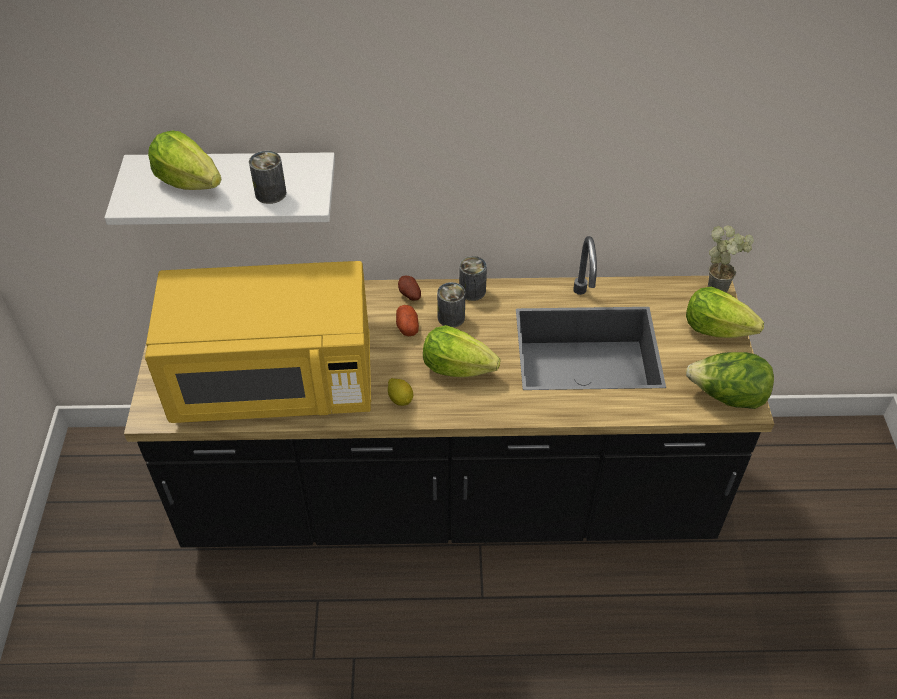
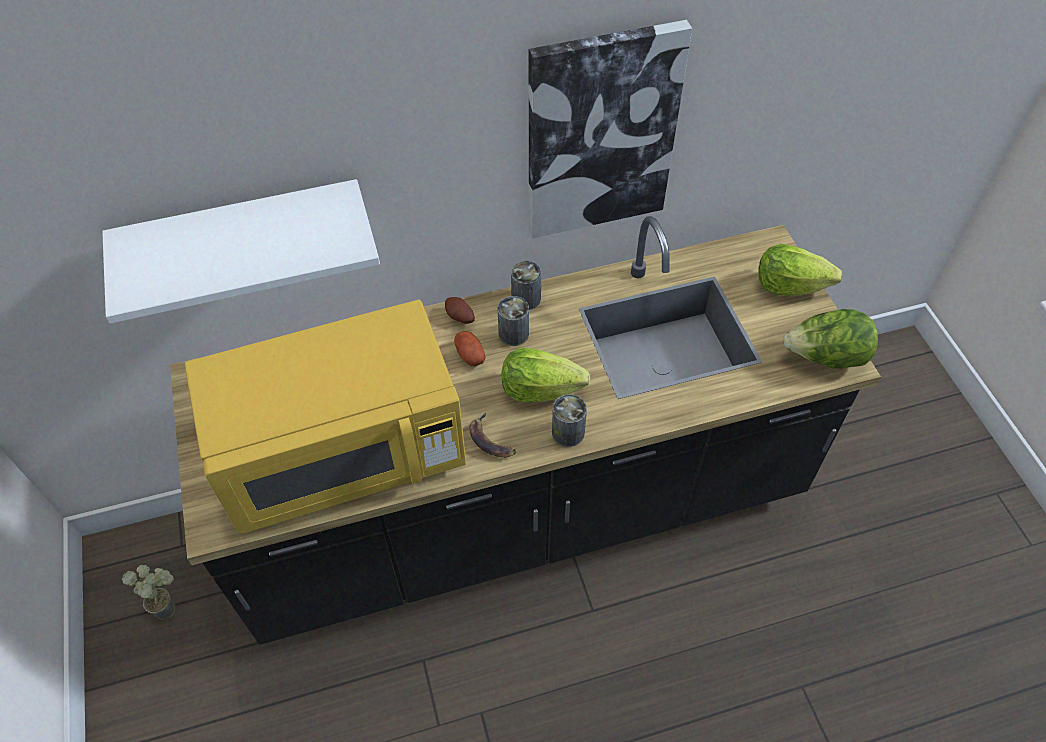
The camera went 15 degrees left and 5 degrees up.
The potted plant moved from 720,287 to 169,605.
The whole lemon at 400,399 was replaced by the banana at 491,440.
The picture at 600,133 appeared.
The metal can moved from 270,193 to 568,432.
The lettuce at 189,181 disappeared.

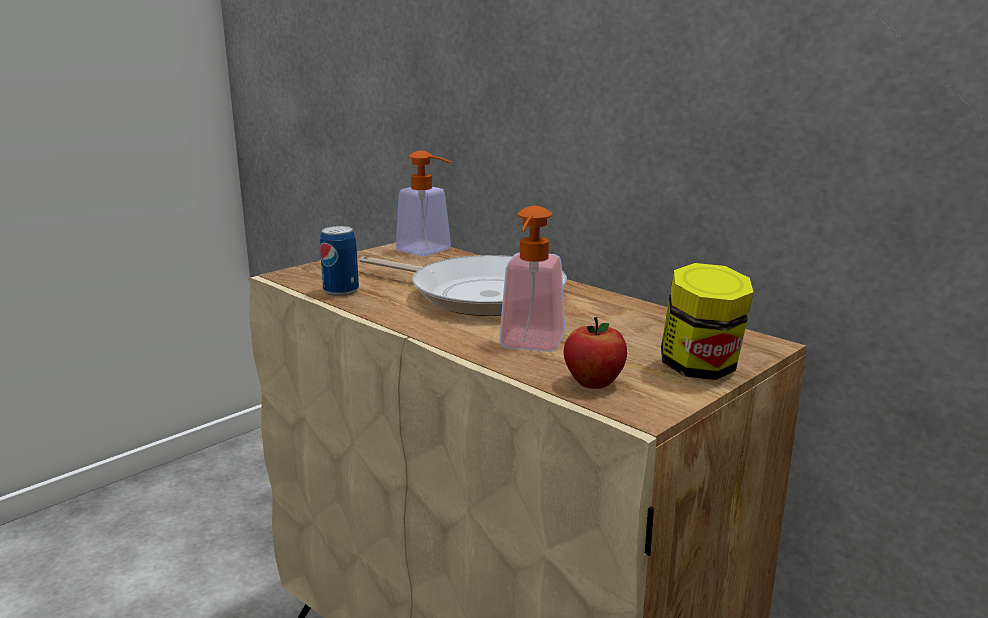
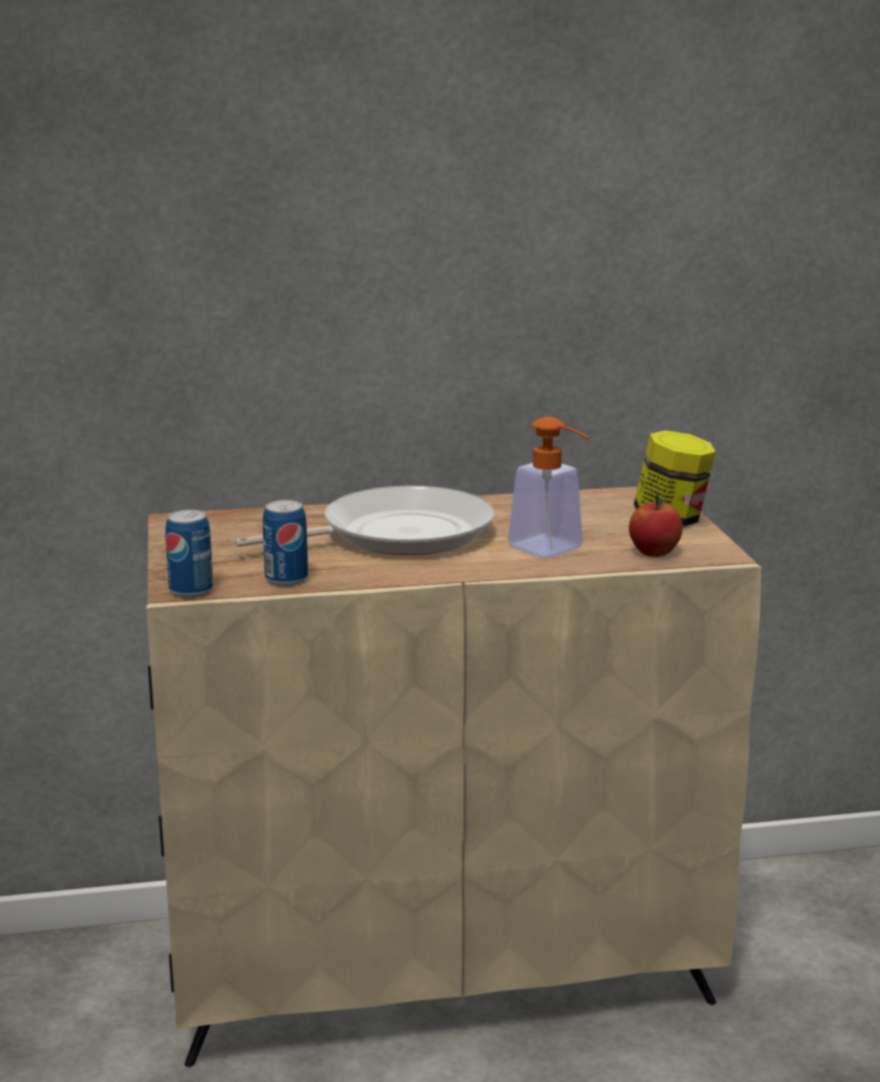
The camera went 55 degrees left and 0 degrees up.
The metal can at 191,590 appeared.
The liquid soap bottle at 430,252 disappeared.

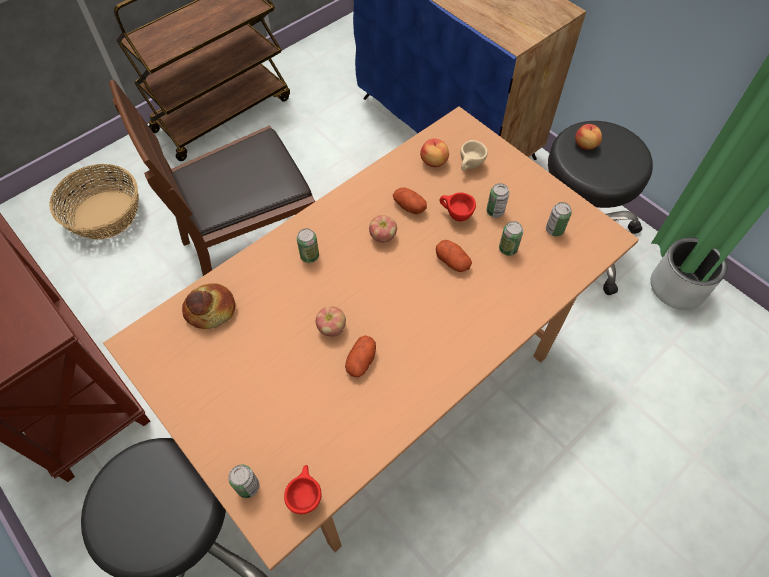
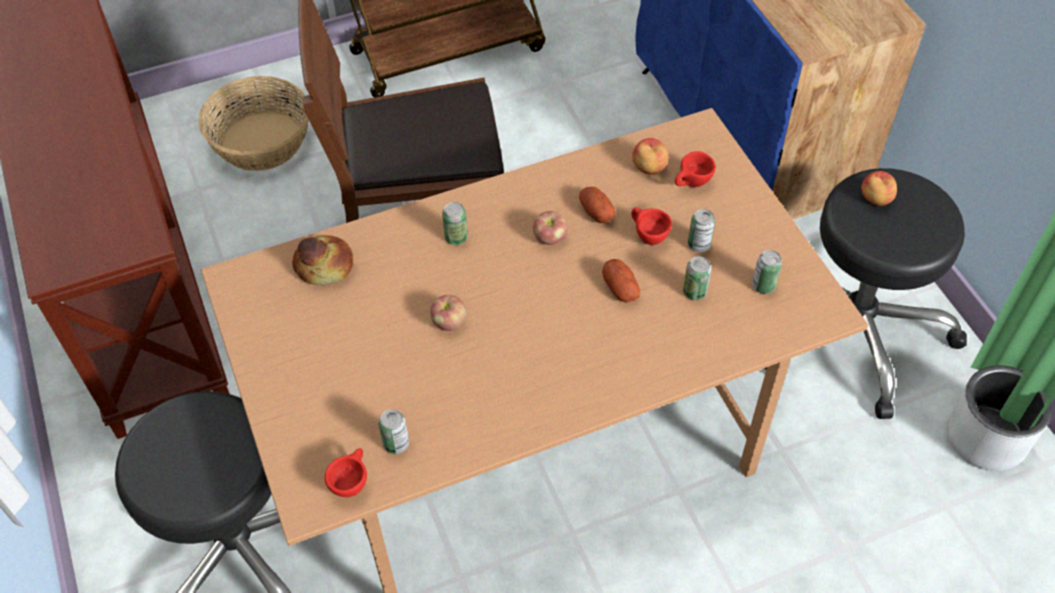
The camera went 20 degrees right and 5 degrees down.
The metal can moved from 248,486 to 396,444.
The cup (sand-coloured) at 469,167 became the cup (red) at 691,185.
The potato at 361,361 disappeared.

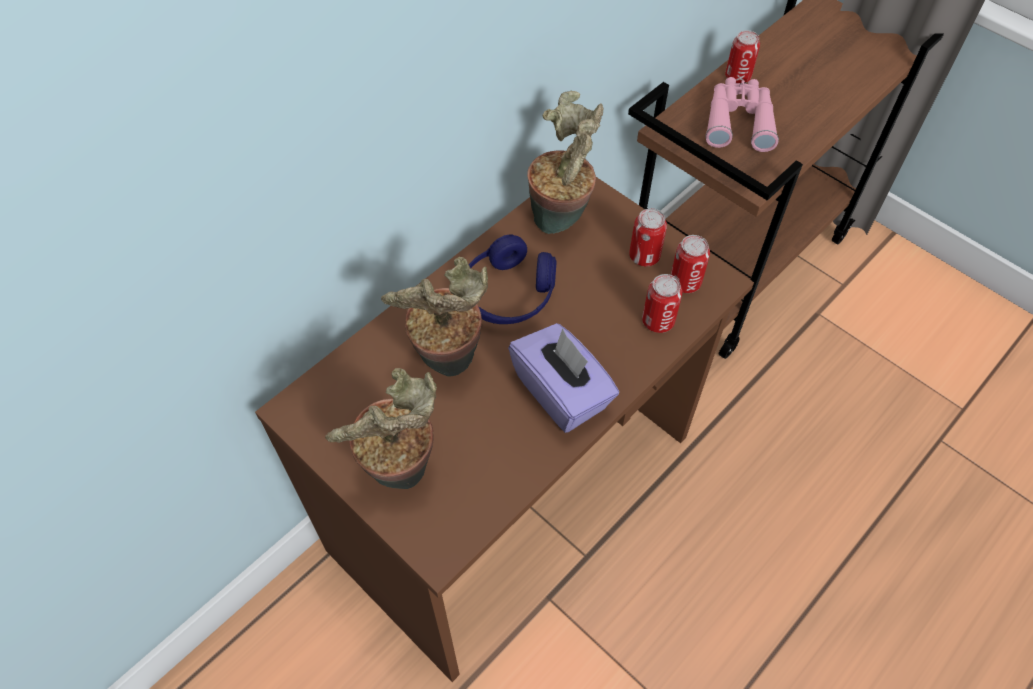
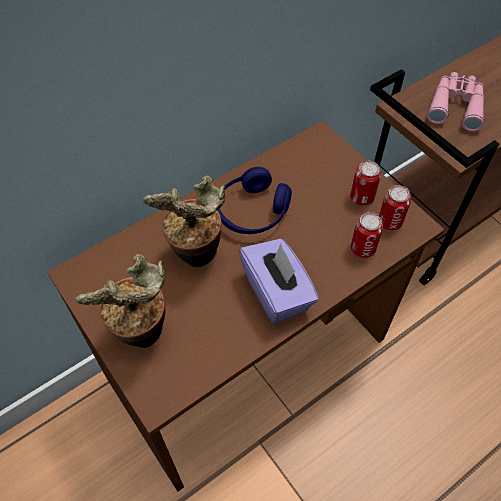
The camera went 10 degrees right and 0 degrees up.
The potted plant at 562,220 disappeared.
The metal can at 737,77 disappeared.

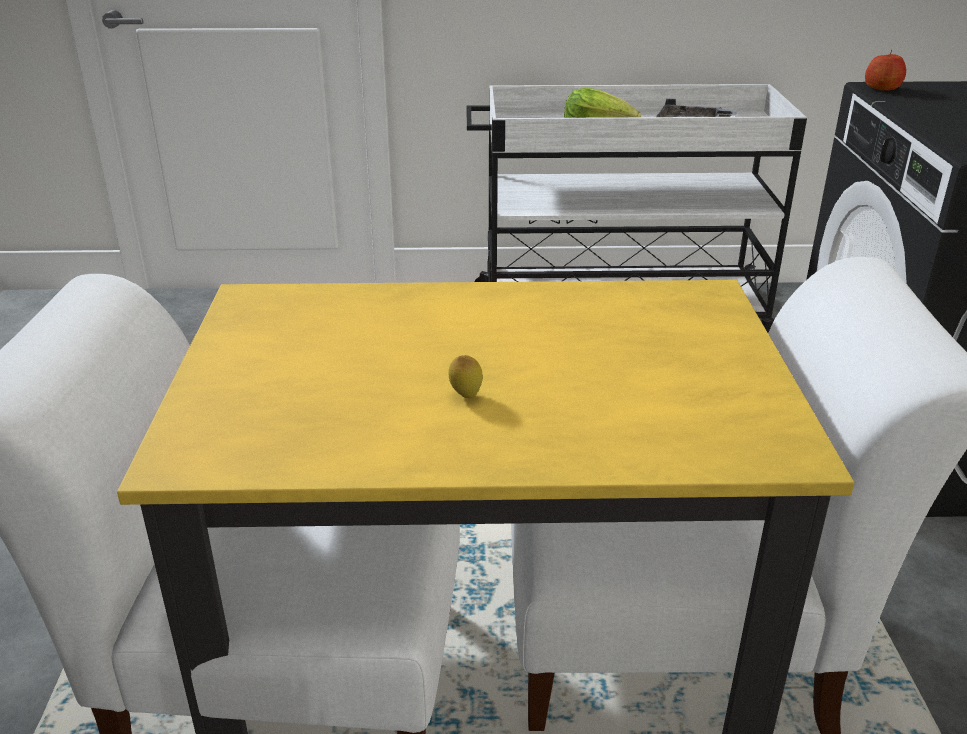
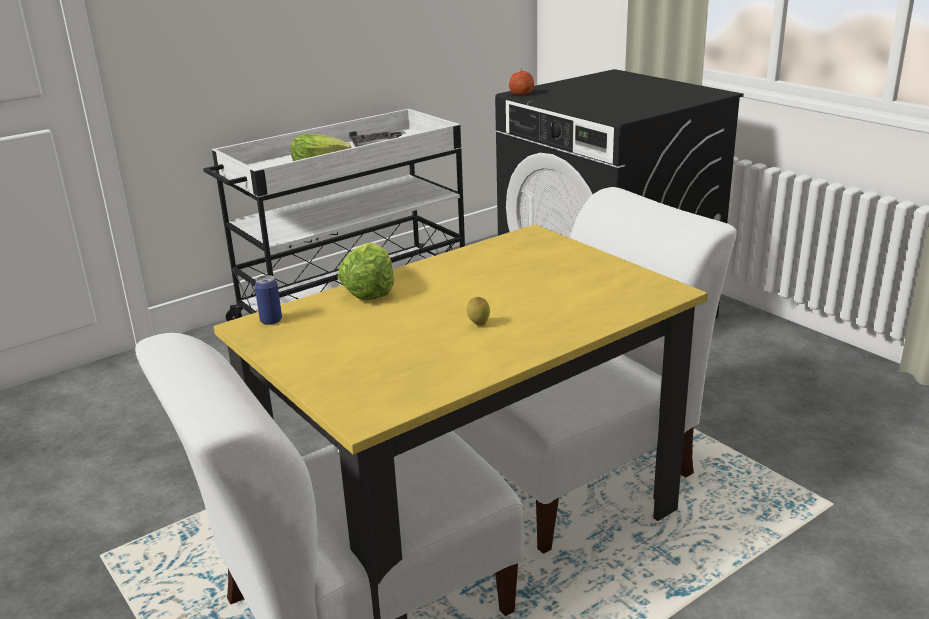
The camera went 35 degrees left and 5 degrees down.
The metal can at 271,320 appeared.
The lettuce at 369,290 appeared.

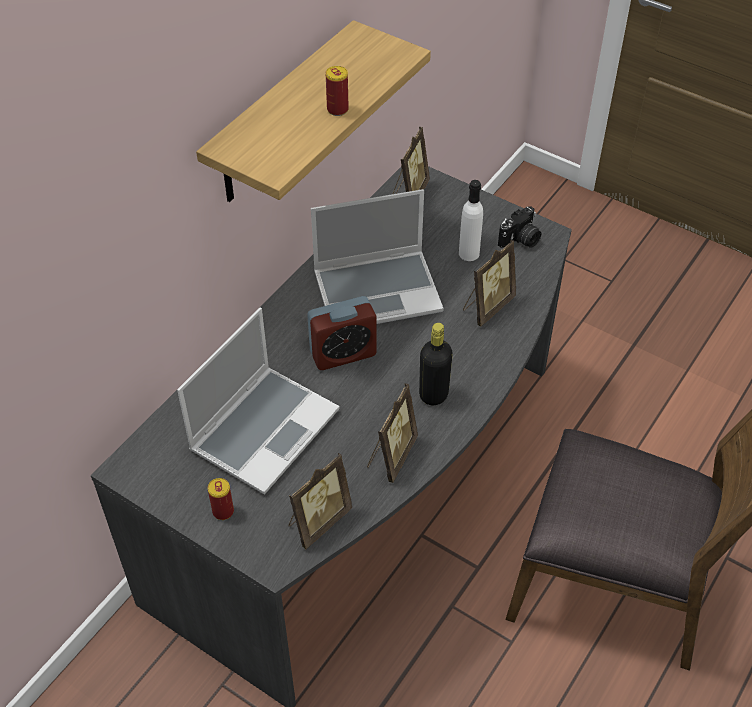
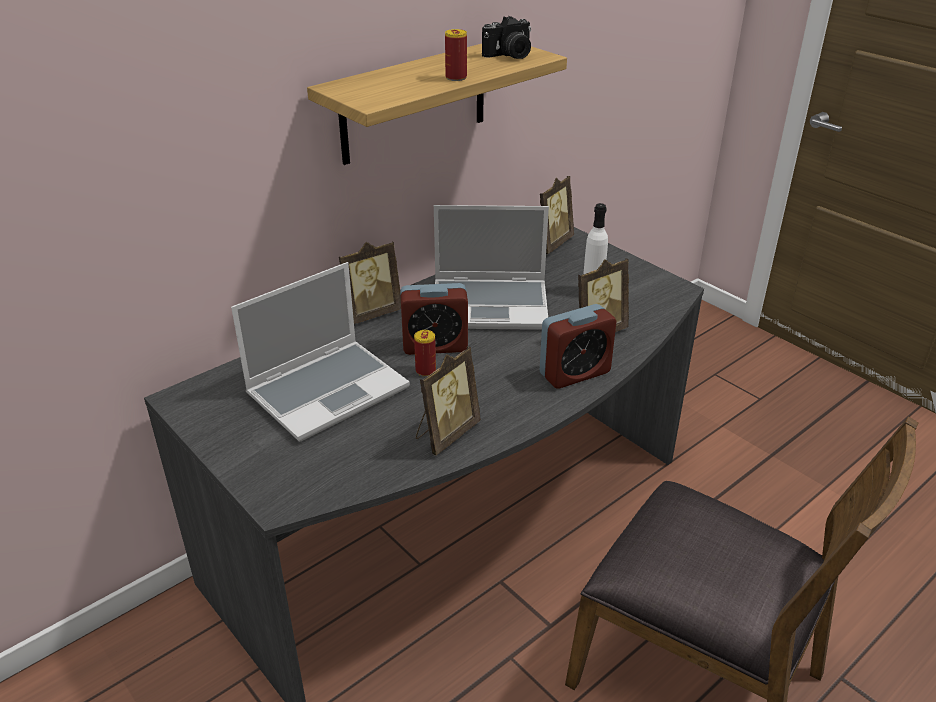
The camera went 15 degrees right and 15 degrees down.
The picture frame moved from 318,521 to 370,313.
The metal can moved from 223,511 to 425,370.
The still camera moved from 520,240 to 509,55.
The bedside clock at 574,373 appeared.
The beverage bottle (black-coloured) at 433,394 disappeared.

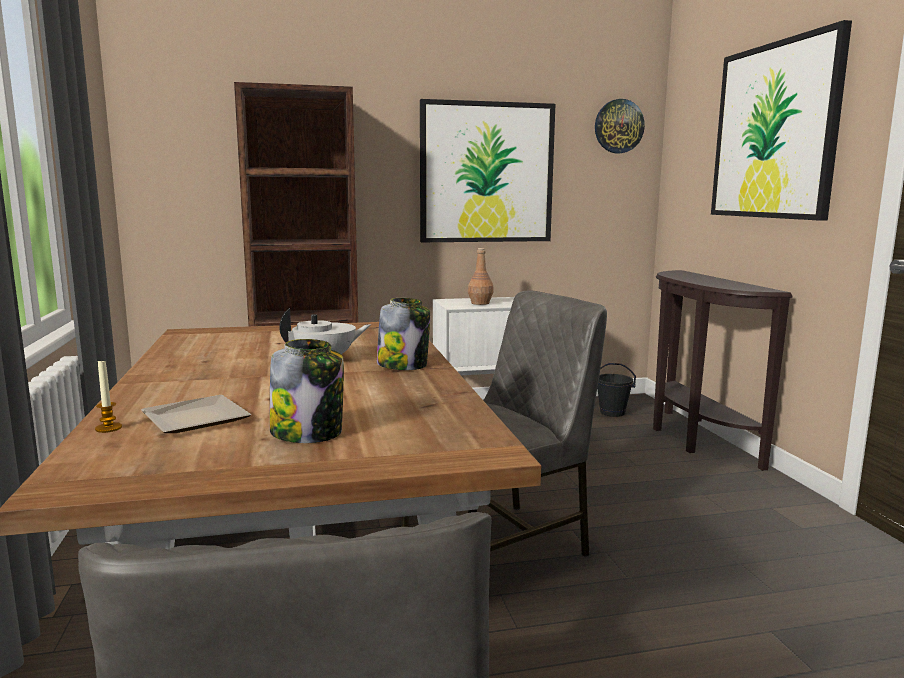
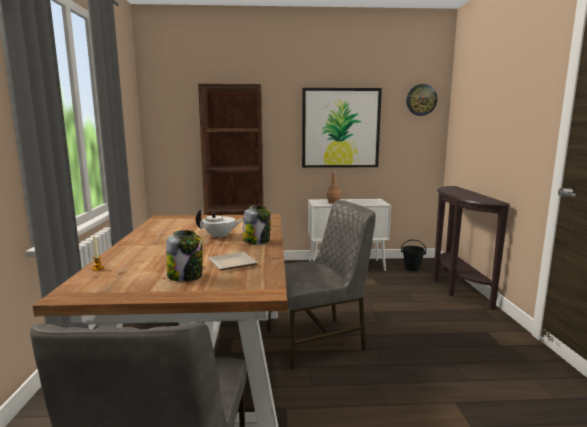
The camera went 10 degrees right and 0 degrees up.
The dinner plate moved from 192,419 to 230,263.
The picture at 774,131 disappeared.

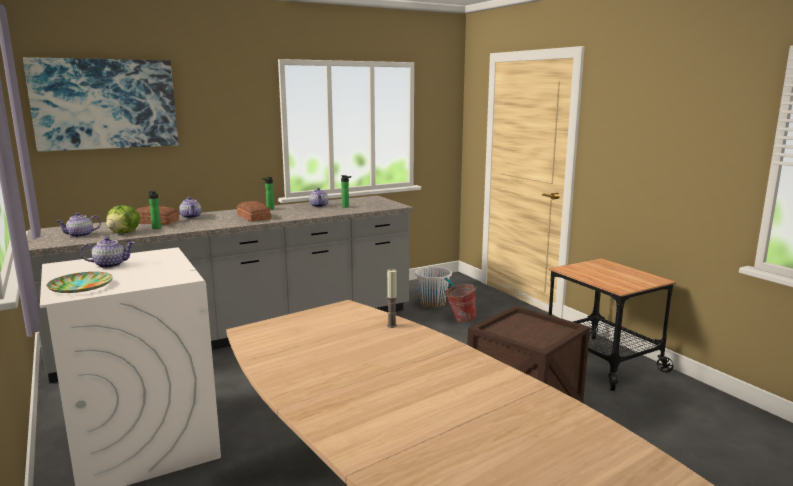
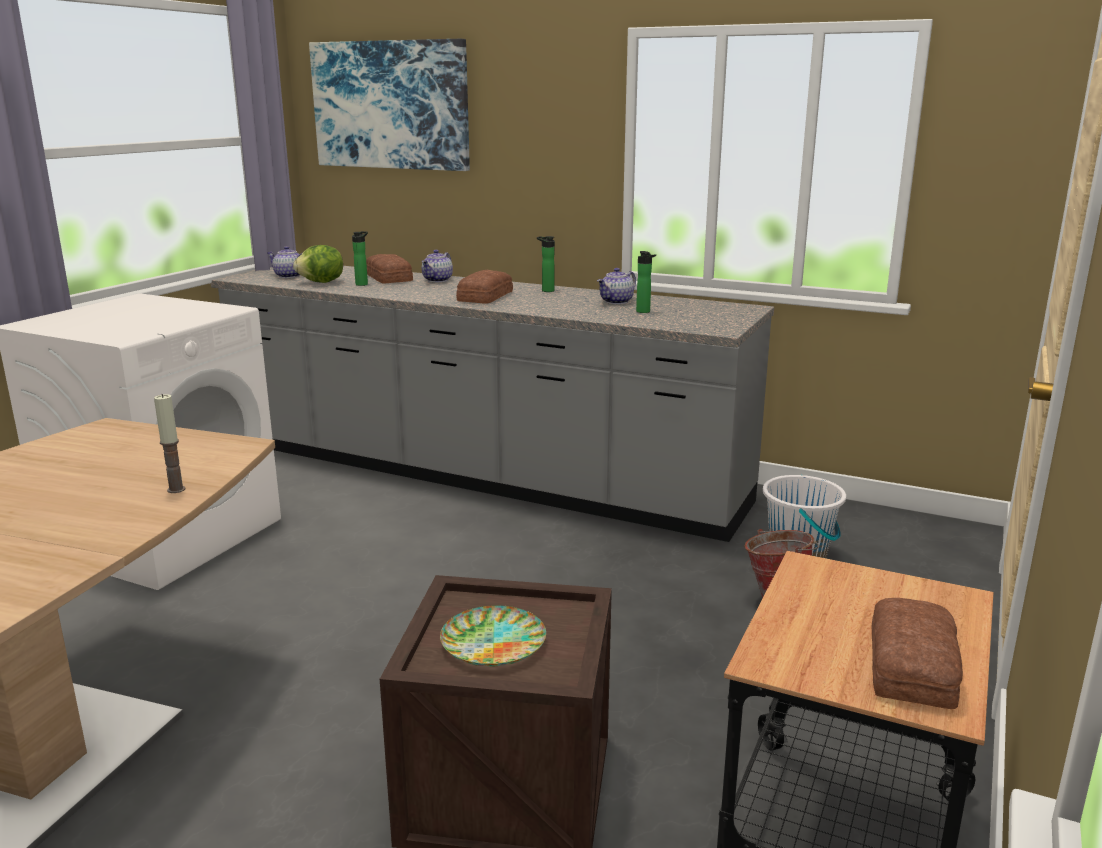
The camera went 55 degrees right and 5 degrees up.
The dinner plate moved from 80,286 to 492,642.
The bread at 914,665 appeared.
The tea pot at 110,265 disappeared.

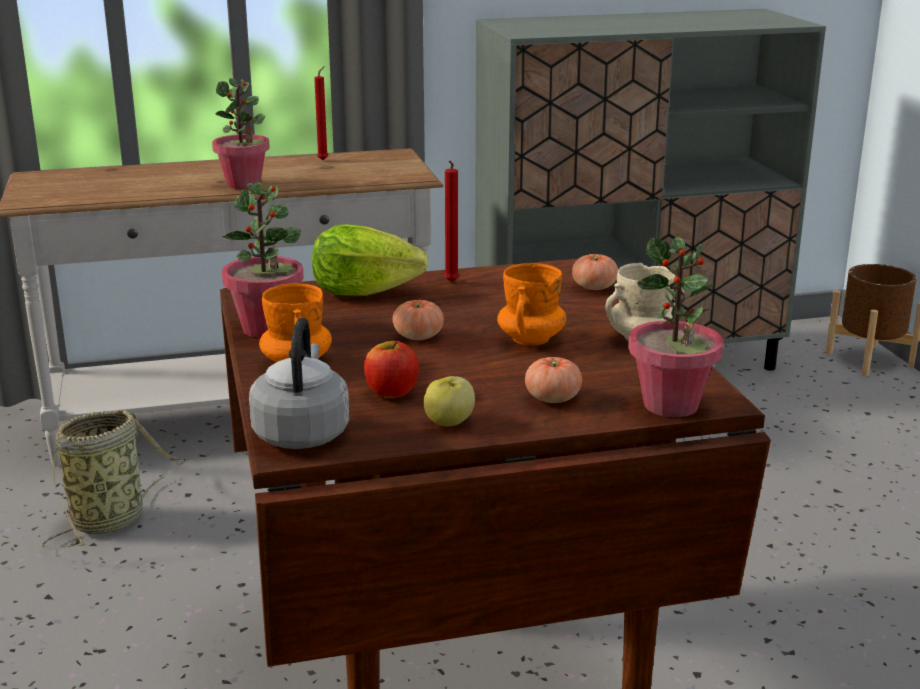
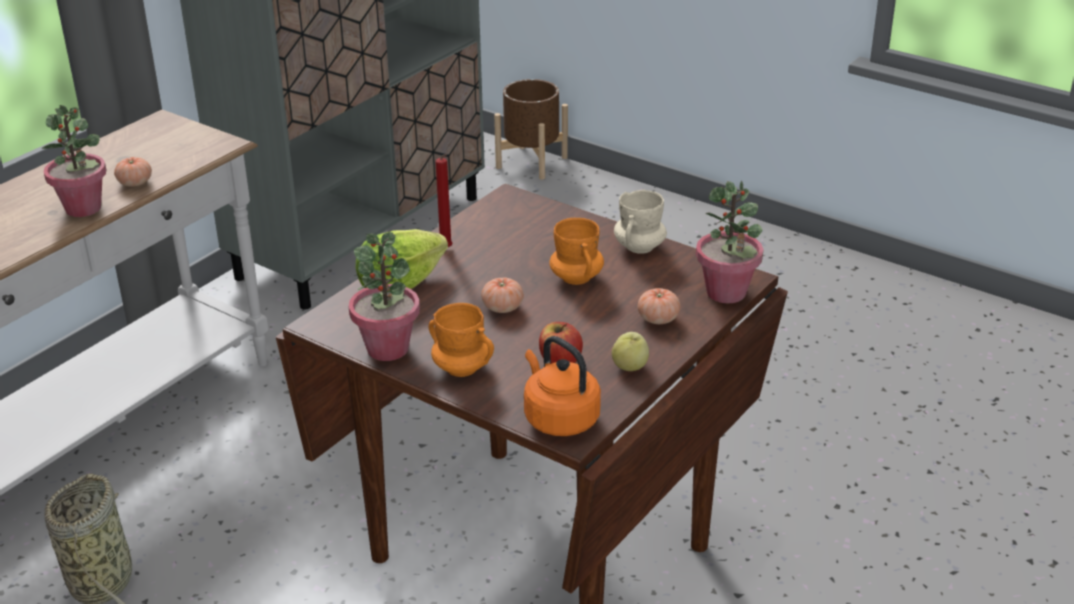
The camera went 40 degrees left and 10 degrees up.
The fresh tomato moved from 594,287 to 135,183.
The kettle (gray) at 302,432 became the kettle (orange) at 559,418.
The wax light (red) at 324,160 disappeared.

